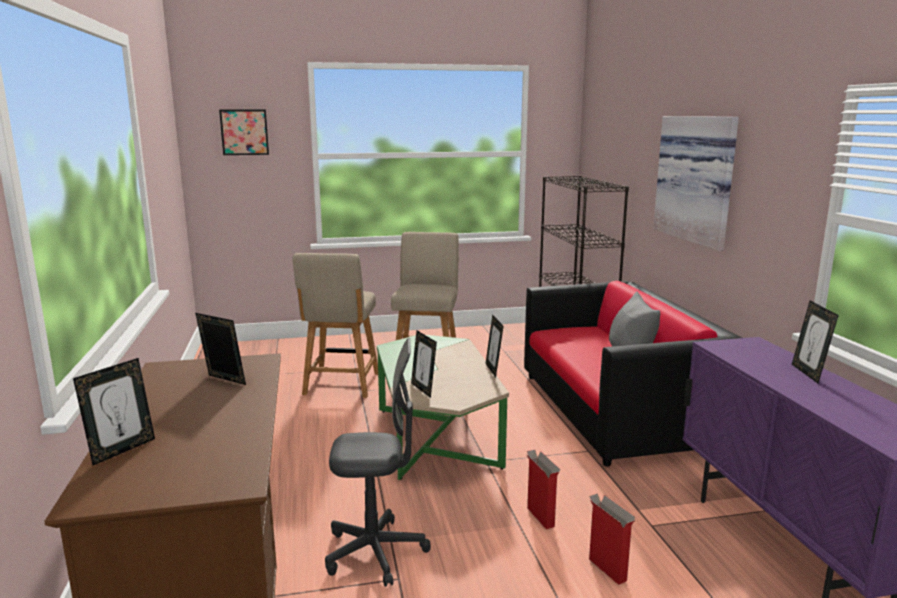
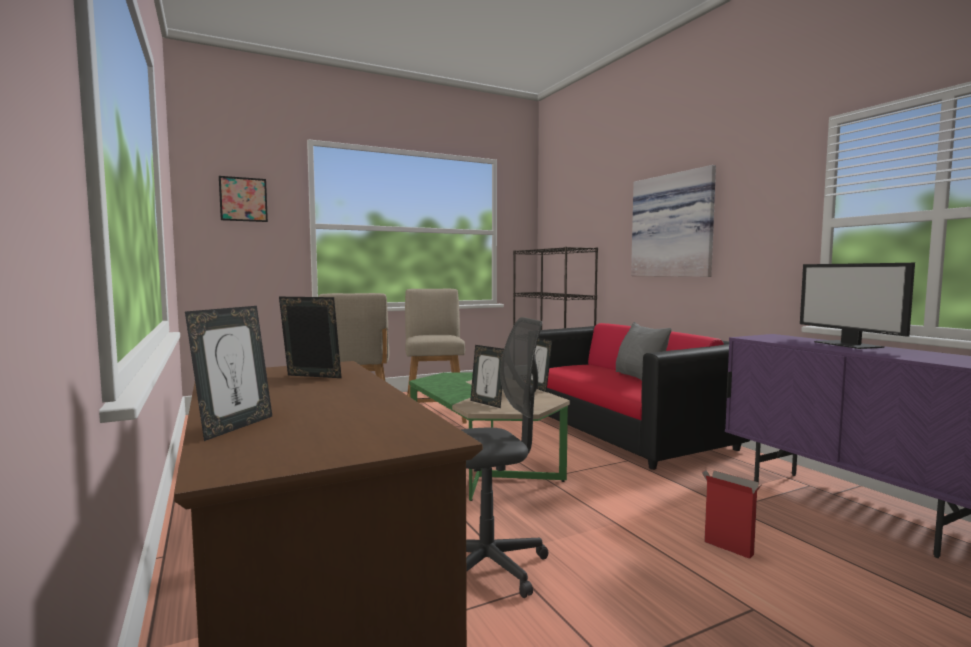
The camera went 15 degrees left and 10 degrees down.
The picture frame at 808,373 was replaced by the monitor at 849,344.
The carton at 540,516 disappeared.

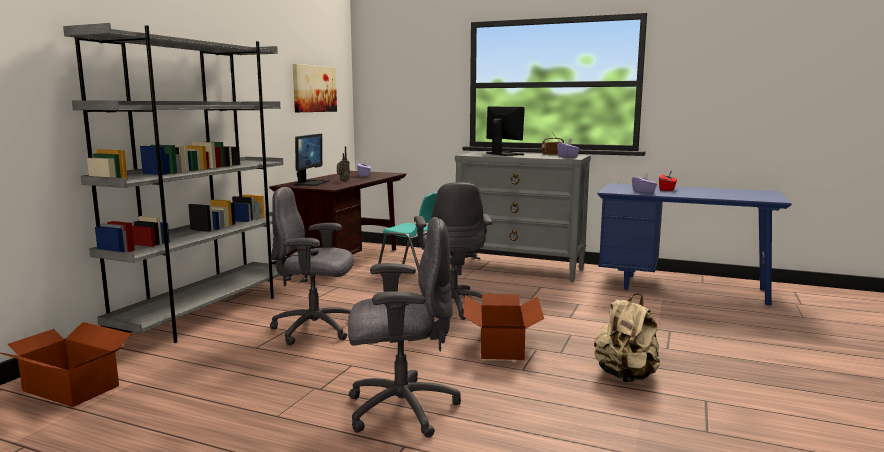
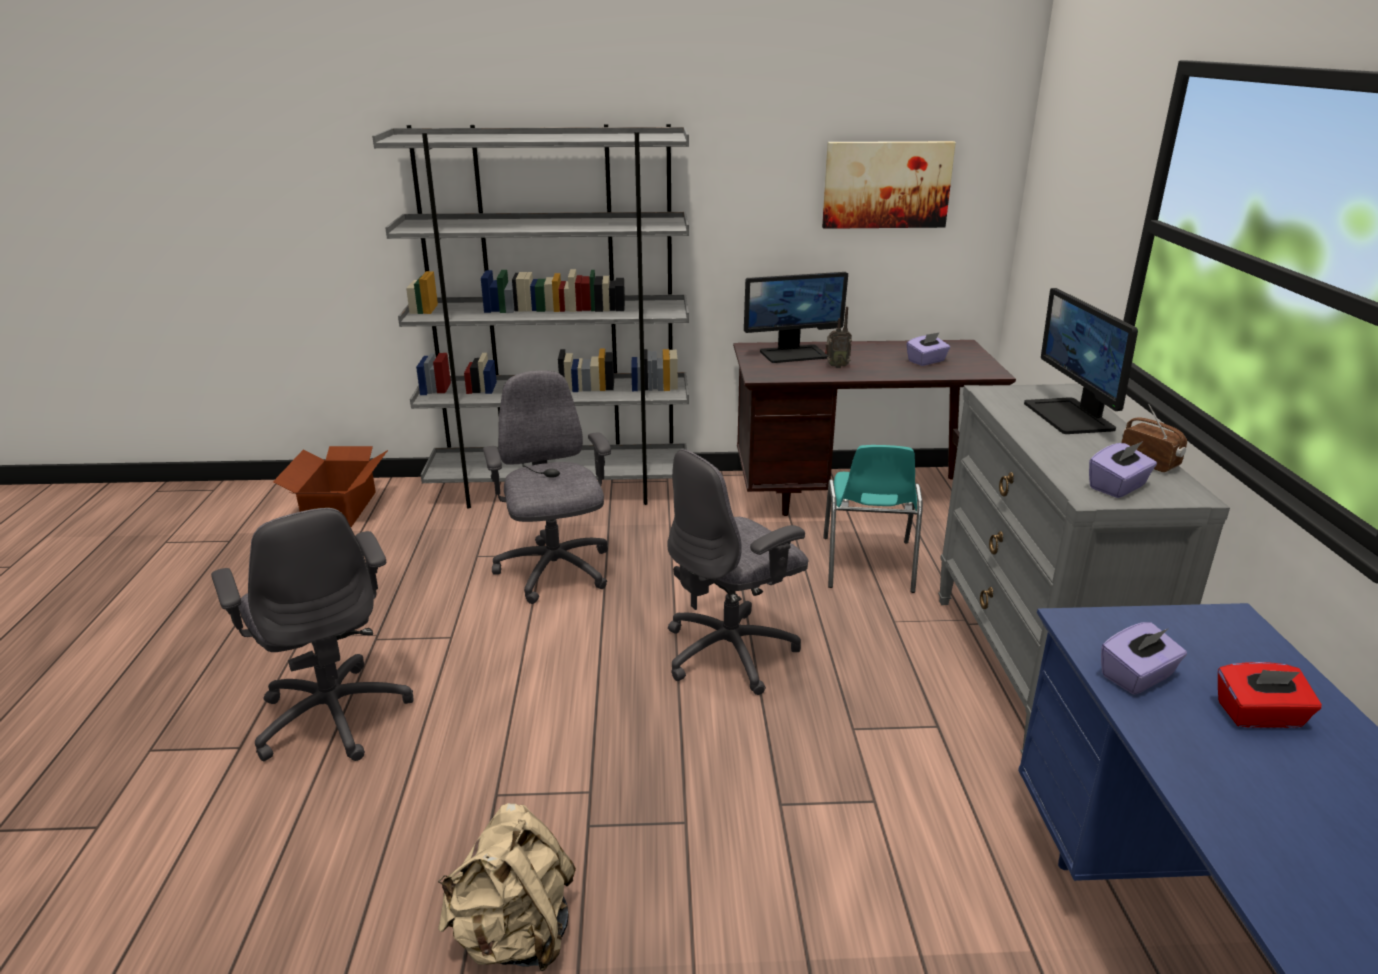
The camera went 65 degrees right and 15 degrees up.
The monitor at 503,154 turned 135 degrees clockwise.
The carton at 502,346 disappeared.

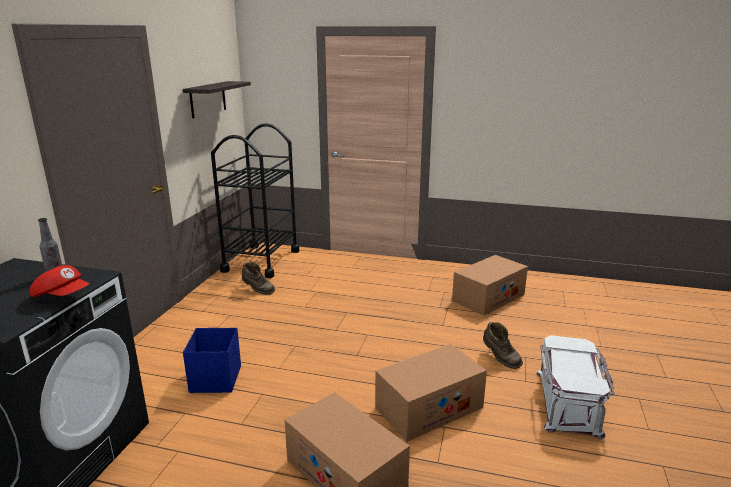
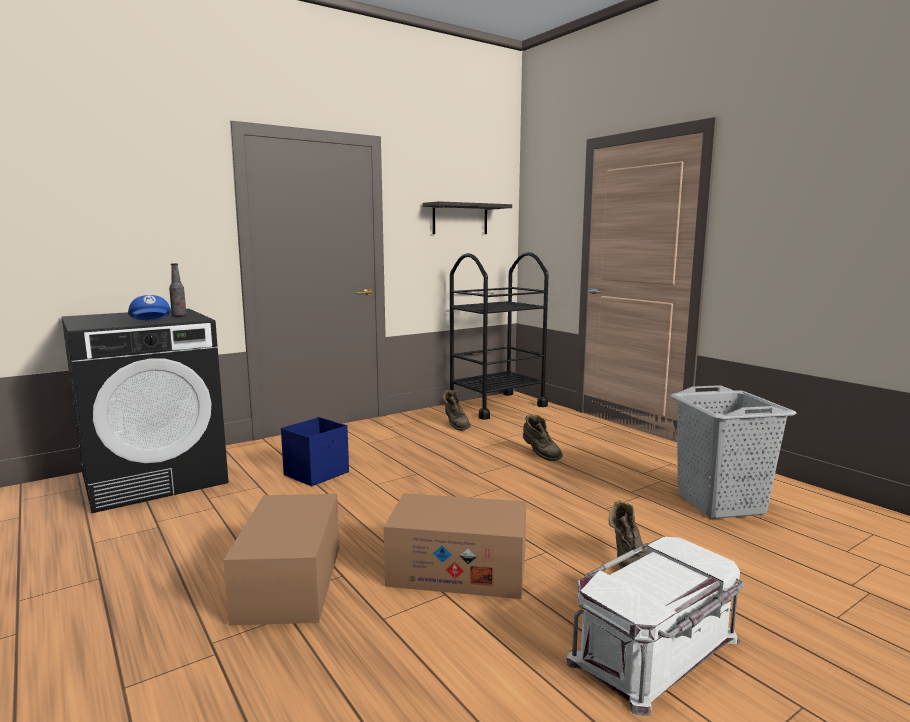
The camera went 40 degrees right and 10 degrees down.
The peaked cap (red) at 63,296 became the peaked cap (blue) at 151,322.
The boot (brownish) at 540,455 appeared.
The carton at 488,297 was replaced by the hamper (gray) at 720,503.

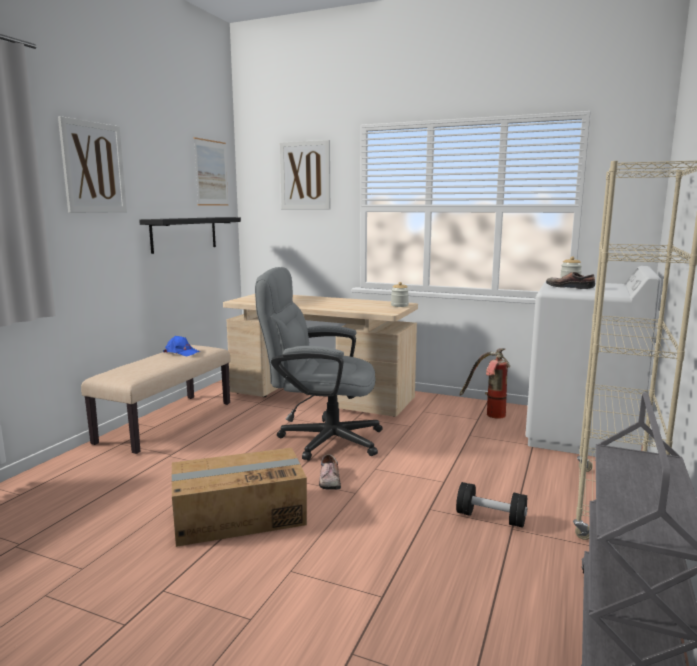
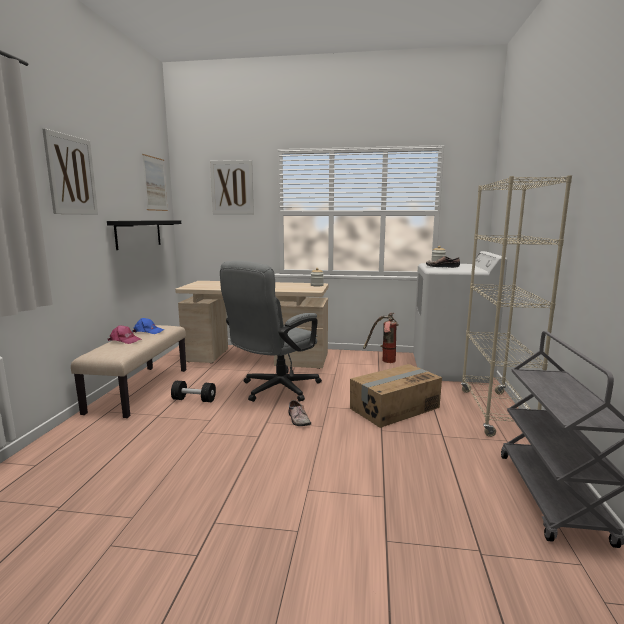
The camera went 15 degrees left and 0 degrees up.
The peaked cap (pink-coloured) at 125,340 appeared.
The dumbbell (black-coloured) moved from 490,518 to 194,400.
The office chair (gray) at 320,439 turned 45 degrees counterclockwise.
The carton moved from 239,515 to 394,408.

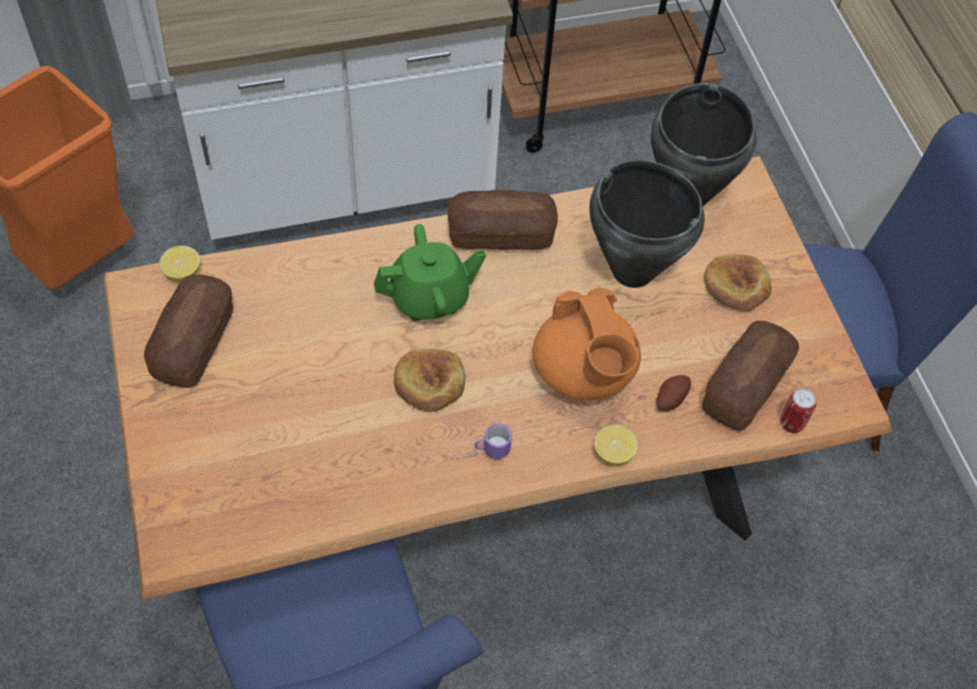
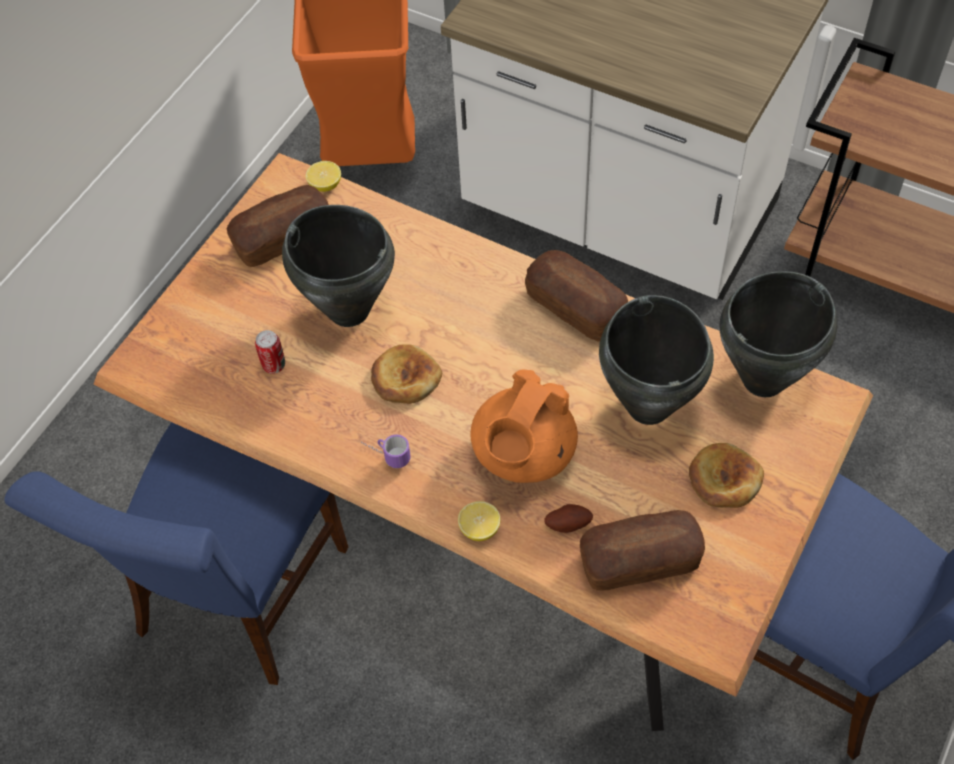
The camera went 50 degrees right and 0 degrees up.
The metal can moved from 792,423 to 274,365.
The stockpot (black-coloured) at 348,309 appeared.
The tea pot (greenish) at 430,298 disappeared.

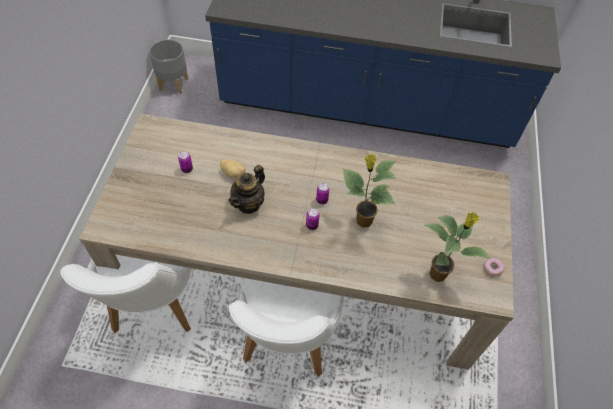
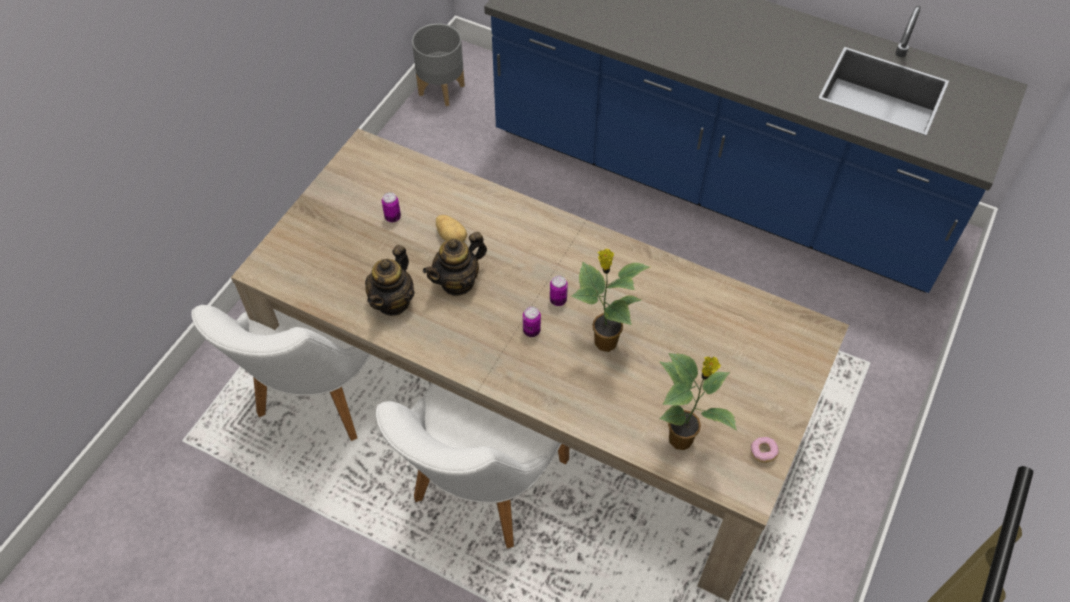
The camera went 20 degrees right and 0 degrees up.
The tea pot at 393,301 appeared.

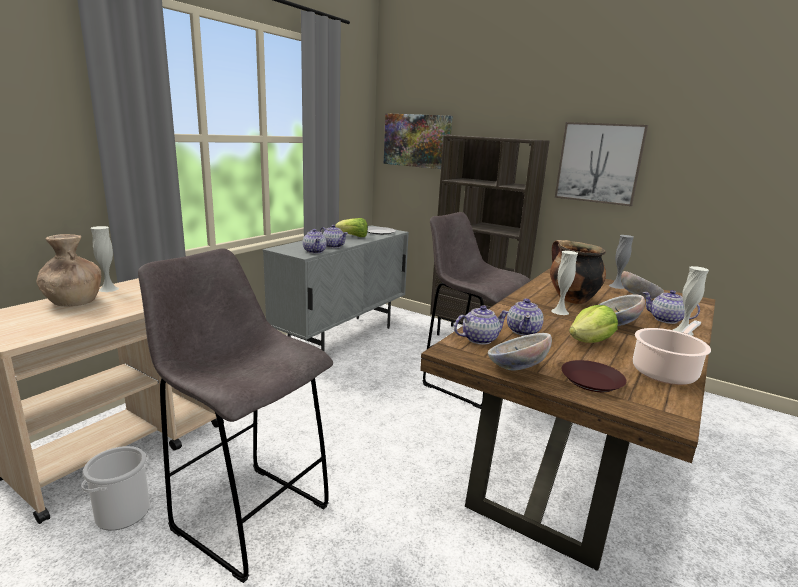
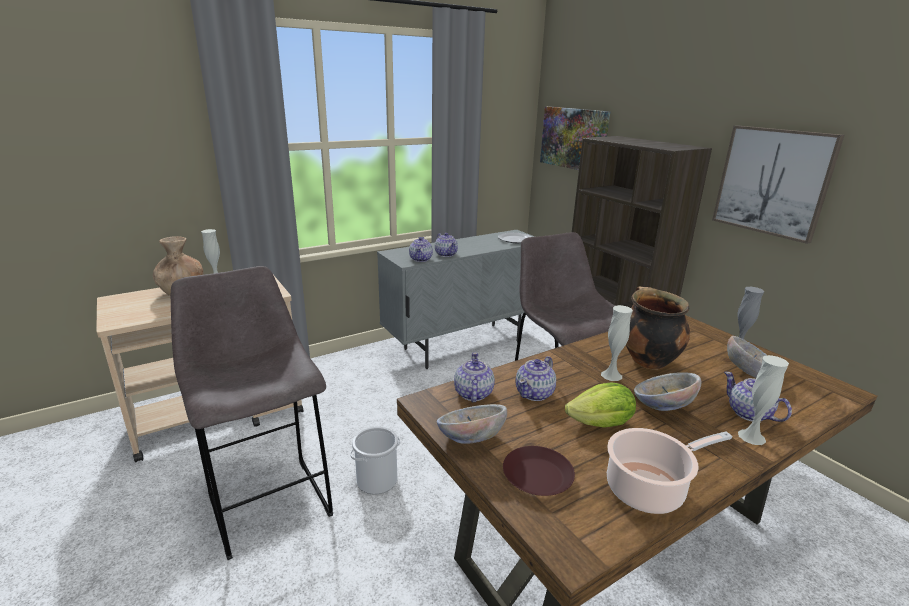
The camera went 25 degrees right and 5 degrees up.
The pail moved from 123,512 to 377,480.
The tea pot at 479,339 turned 90 degrees counterclockwise.
The lettuce at 353,236 disappeared.

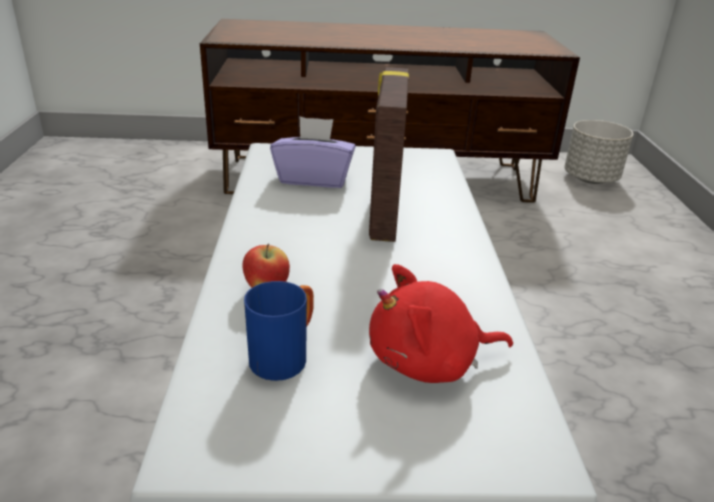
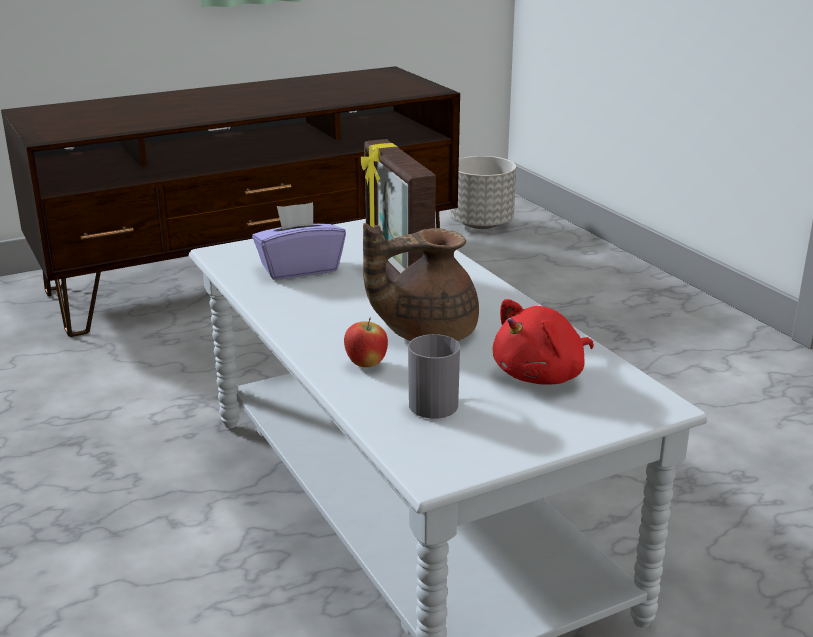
The camera went 25 degrees left and 5 degrees down.
The tea pot (brownish) at 425,332 appeared.
The coffee mug (blue) at 285,356 became the coffee mug (gray) at 434,401.

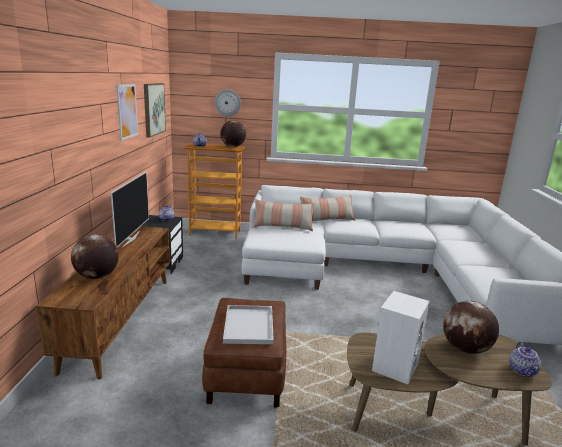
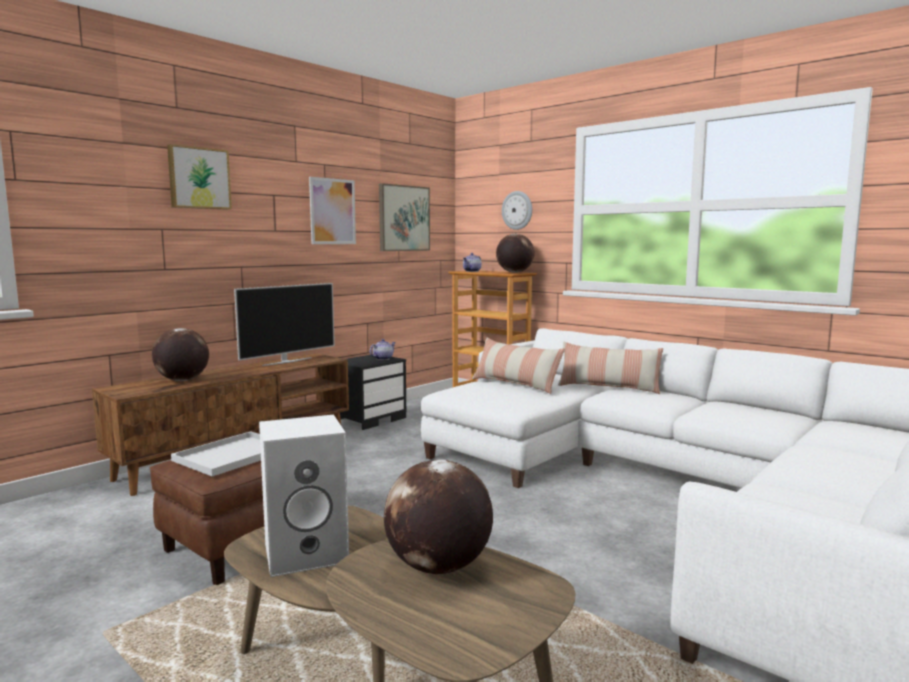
The camera went 40 degrees right and 10 degrees down.
The picture at 199,178 appeared.
The tea pot at 523,371 disappeared.

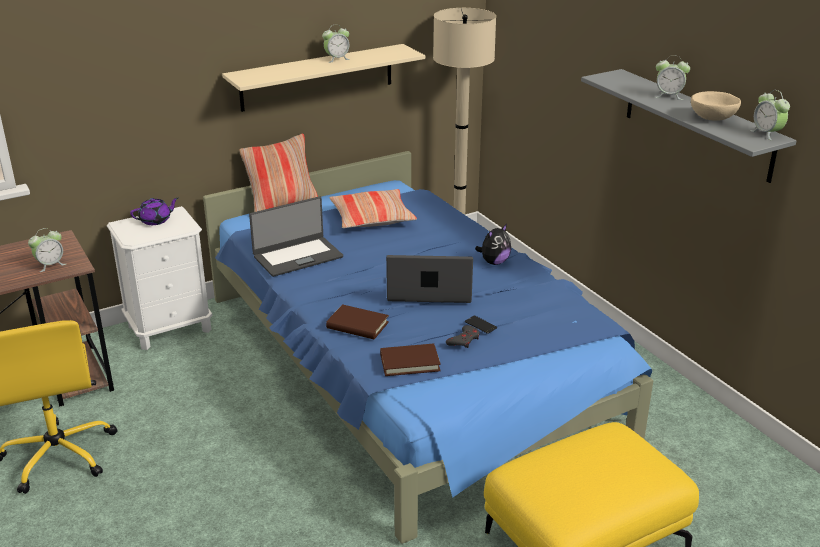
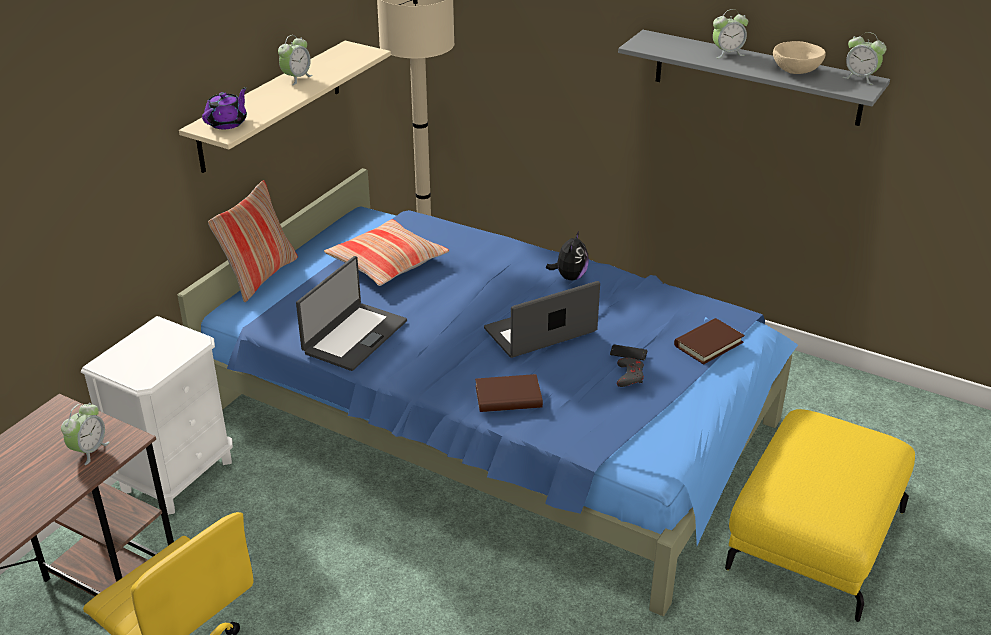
The camera went 30 degrees left and 5 degrees up.
The tea pot (purple) moved from 156,220 to 227,123.
The bound book (brownish) moved from 409,362 to 708,344.

